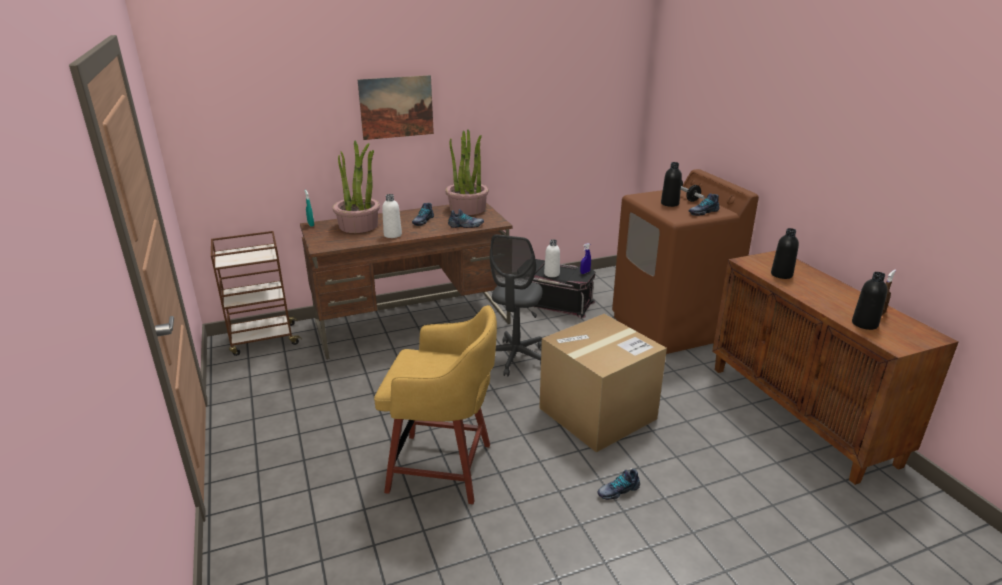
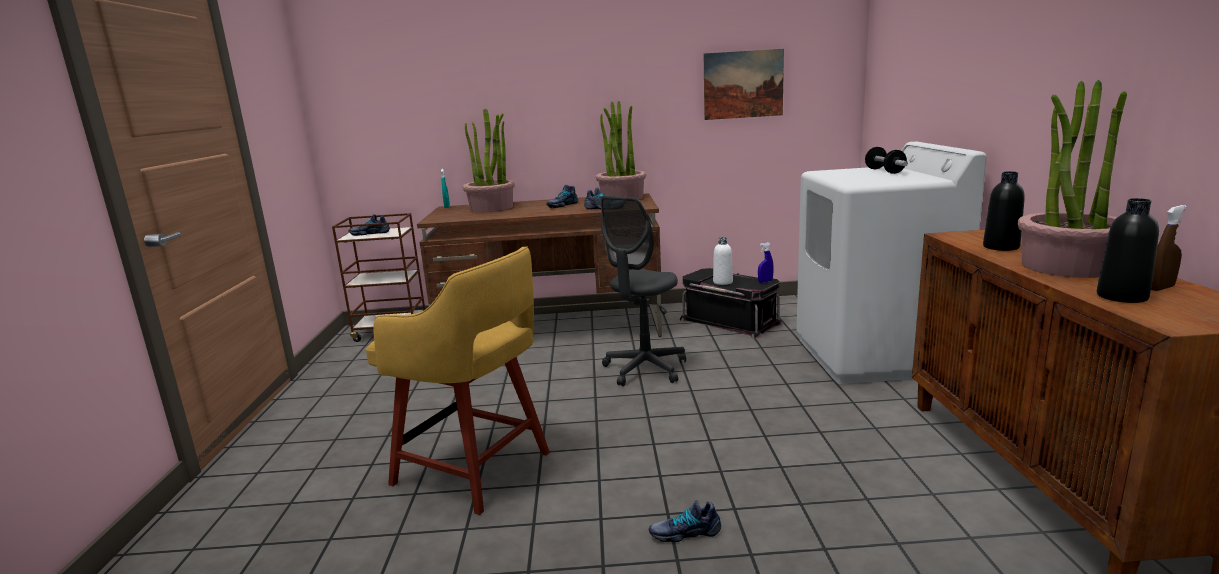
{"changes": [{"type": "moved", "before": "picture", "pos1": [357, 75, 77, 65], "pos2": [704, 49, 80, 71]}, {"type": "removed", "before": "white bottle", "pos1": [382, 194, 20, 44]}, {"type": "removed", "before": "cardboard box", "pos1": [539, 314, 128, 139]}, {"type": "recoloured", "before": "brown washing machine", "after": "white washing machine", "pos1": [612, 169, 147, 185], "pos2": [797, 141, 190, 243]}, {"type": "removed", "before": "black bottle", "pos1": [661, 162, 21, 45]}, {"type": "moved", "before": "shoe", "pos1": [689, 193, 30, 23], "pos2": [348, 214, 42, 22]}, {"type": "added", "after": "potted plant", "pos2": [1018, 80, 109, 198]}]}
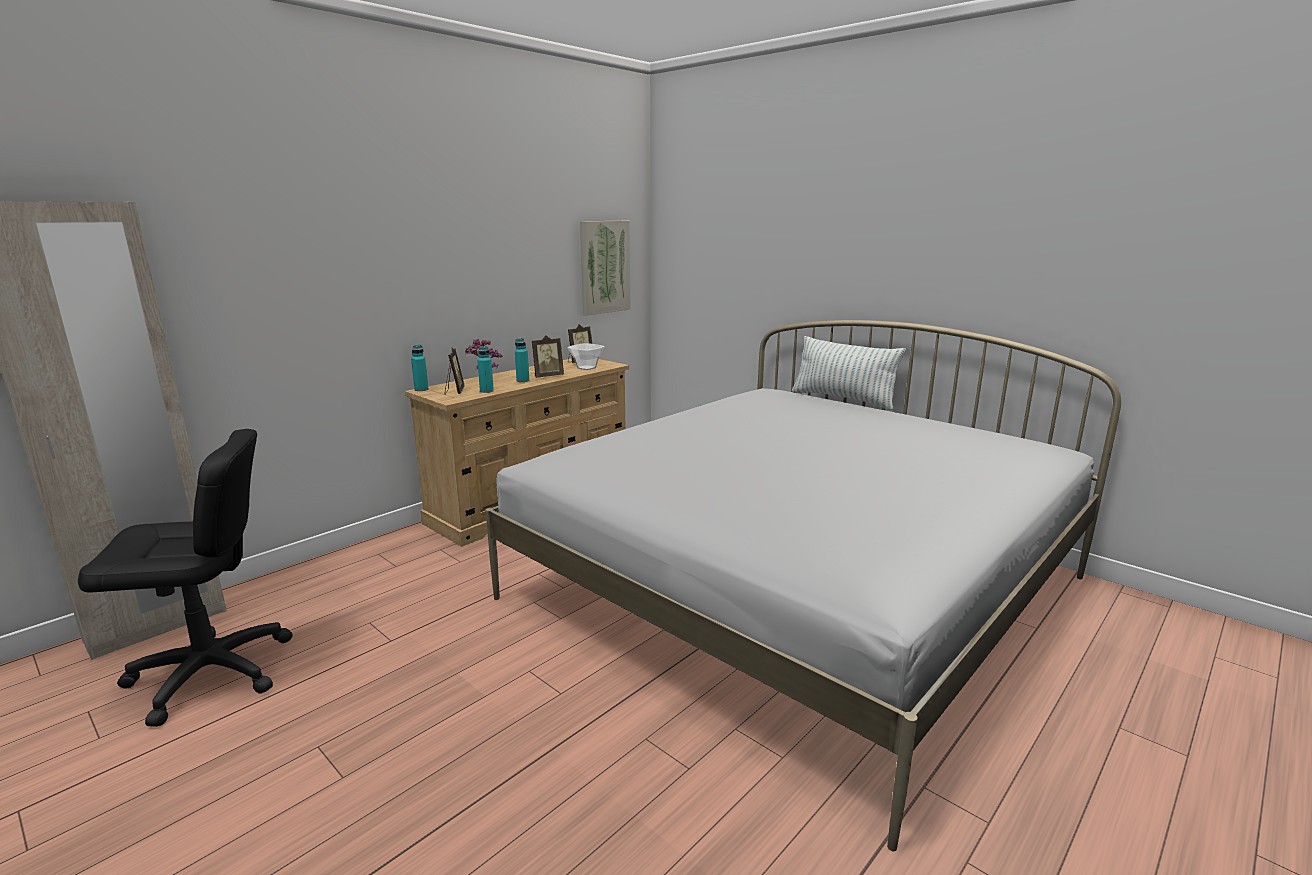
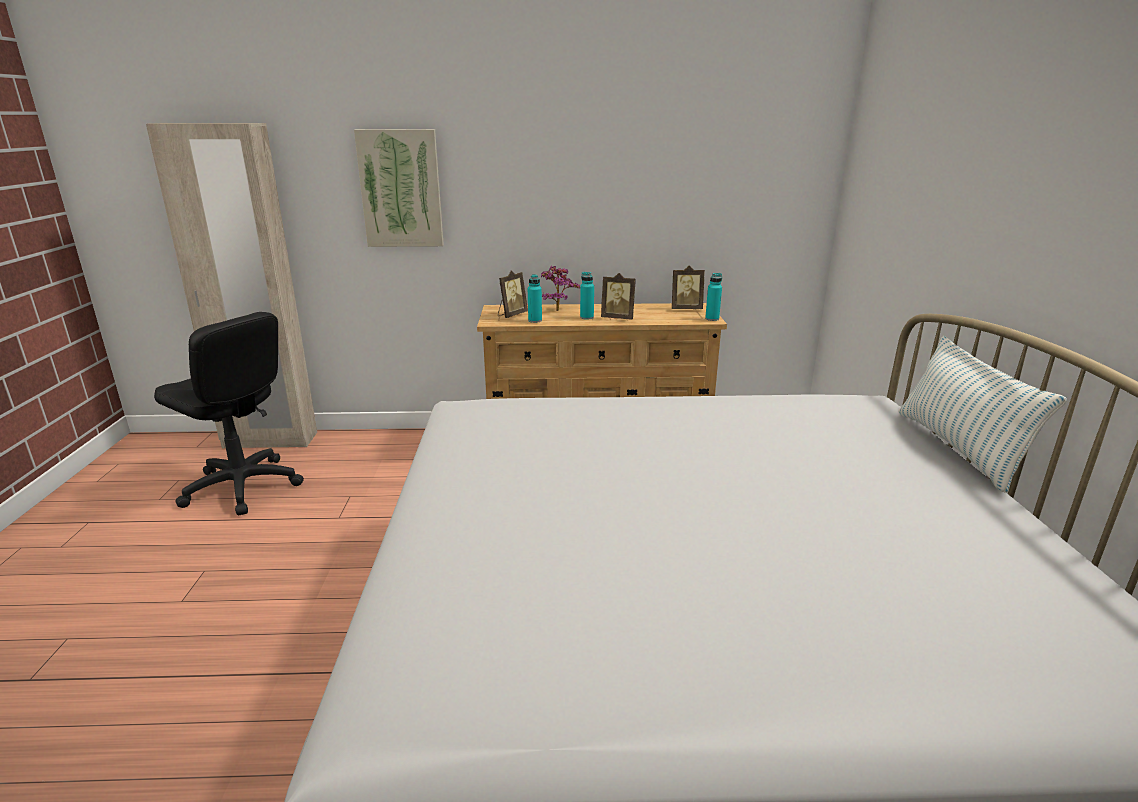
{"changes": [{"type": "moved", "before": "turquoise bottle", "pos1": [411, 344, 17, 47], "pos2": [705, 273, 17, 48]}, {"type": "removed", "before": "bowl", "pos1": [567, 343, 38, 27]}, {"type": "moved", "before": "picture", "pos1": [580, 221, 50, 95], "pos2": [354, 129, 90, 118]}]}
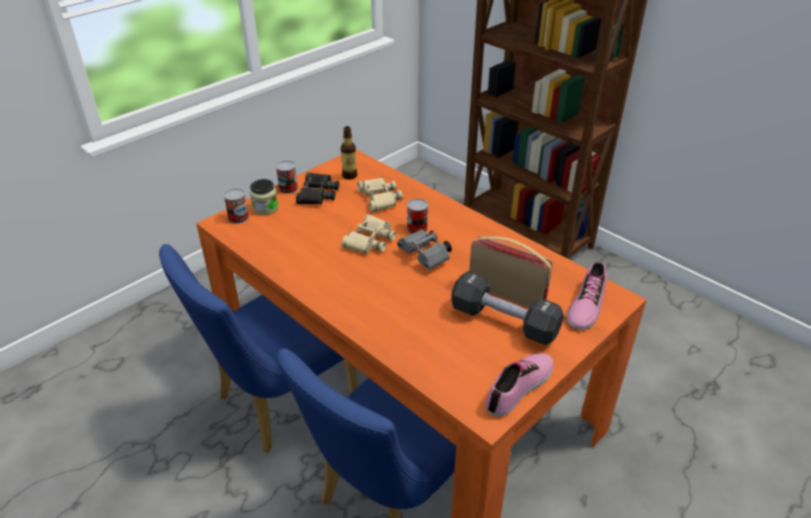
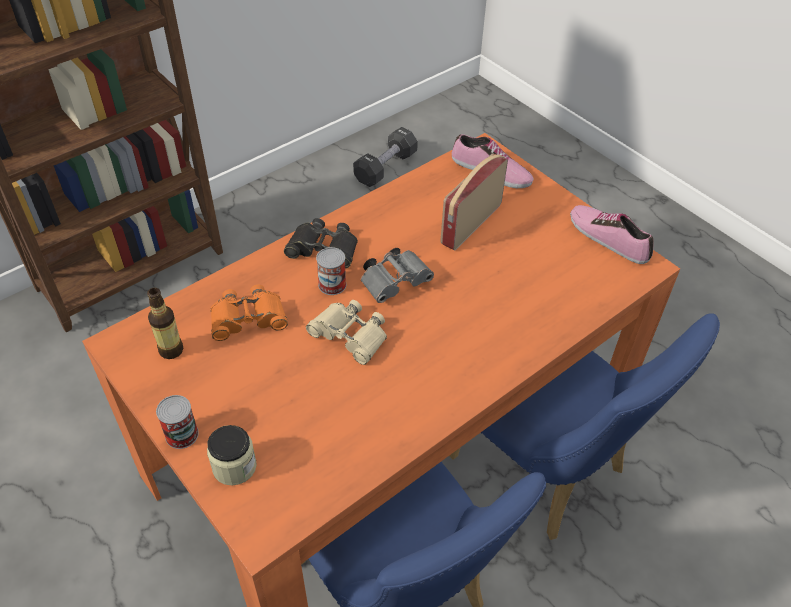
{"changes": [{"type": "removed", "before": "can", "pos1": [224, 189, 25, 35]}, {"type": "moved", "before": "black binoculars", "pos1": [296, 173, 43, 31], "pos2": [284, 218, 74, 50]}, {"type": "recoloured", "before": "beige binoculars", "after": "orange binoculars", "pos1": [357, 177, 46, 35], "pos2": [211, 285, 77, 56]}, {"type": "moved", "before": "black dumbbell", "pos1": [451, 271, 113, 74], "pos2": [353, 127, 65, 60]}]}
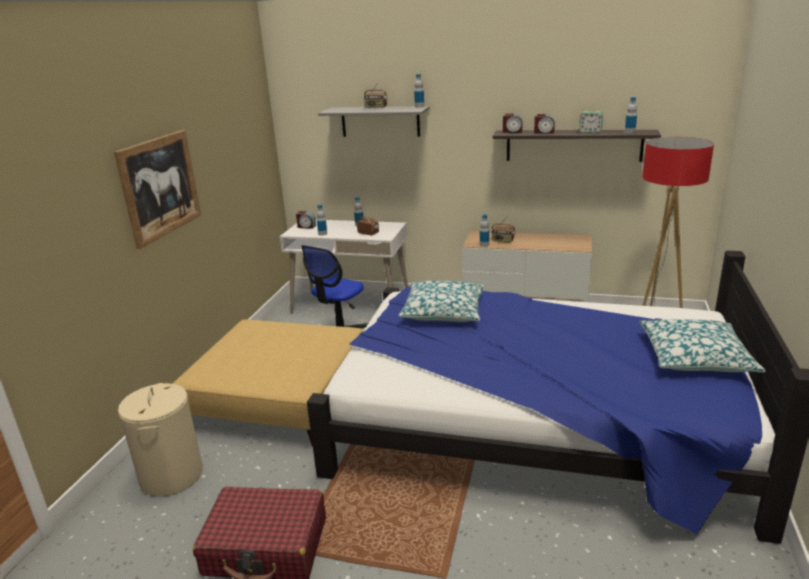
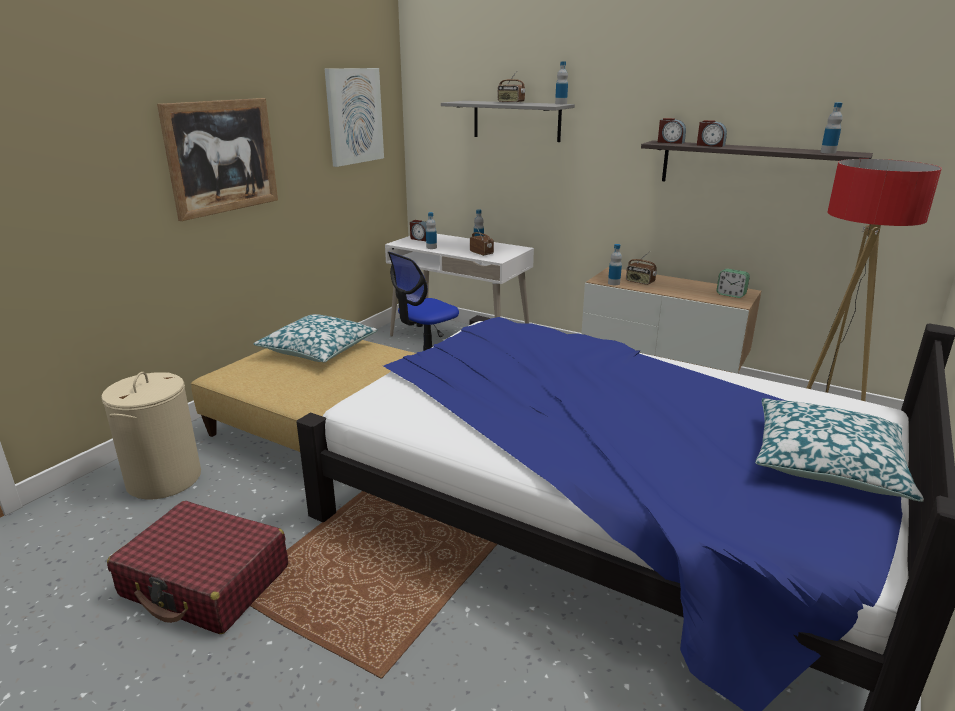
{"changes": [{"type": "moved", "before": "pillow", "pos1": [398, 281, 86, 41], "pos2": [253, 314, 125, 48]}, {"type": "moved", "before": "alarm clock", "pos1": [579, 111, 24, 22], "pos2": [716, 269, 34, 29]}, {"type": "added", "after": "picture", "pos2": [325, 68, 59, 99]}]}
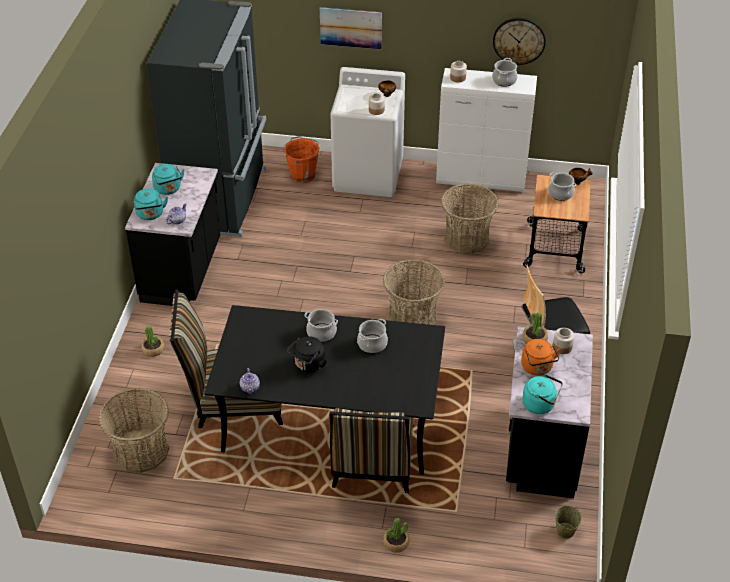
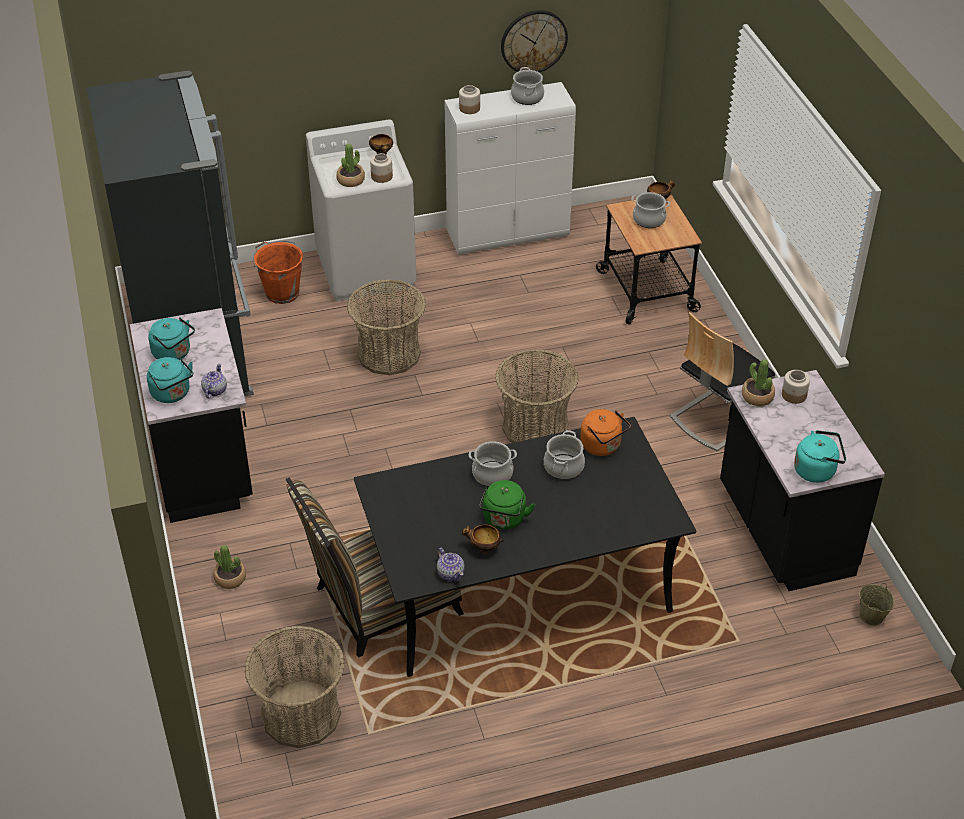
{"changes": [{"type": "recoloured", "before": "black kettle", "after": "green kettle", "pos1": [287, 336, 40, 36], "pos2": [479, 480, 56, 49]}, {"type": "removed", "before": "picture", "pos1": [320, 7, 62, 42]}, {"type": "removed", "before": "chair", "pos1": [329, 408, 85, 85]}, {"type": "moved", "before": "potted plant", "pos1": [383, 518, 27, 35], "pos2": [337, 143, 28, 44]}, {"type": "moved", "before": "basket", "pos1": [441, 184, 58, 70], "pos2": [347, 279, 79, 96]}, {"type": "moved", "before": "orange kettle", "pos1": [521, 339, 39, 37], "pos2": [580, 409, 51, 47]}, {"type": "added", "after": "bowl", "pos2": [461, 524, 43, 30]}]}
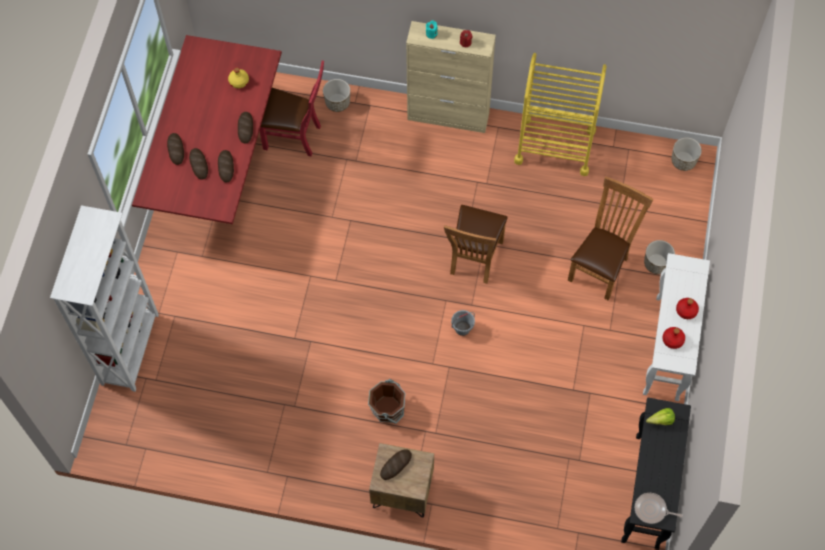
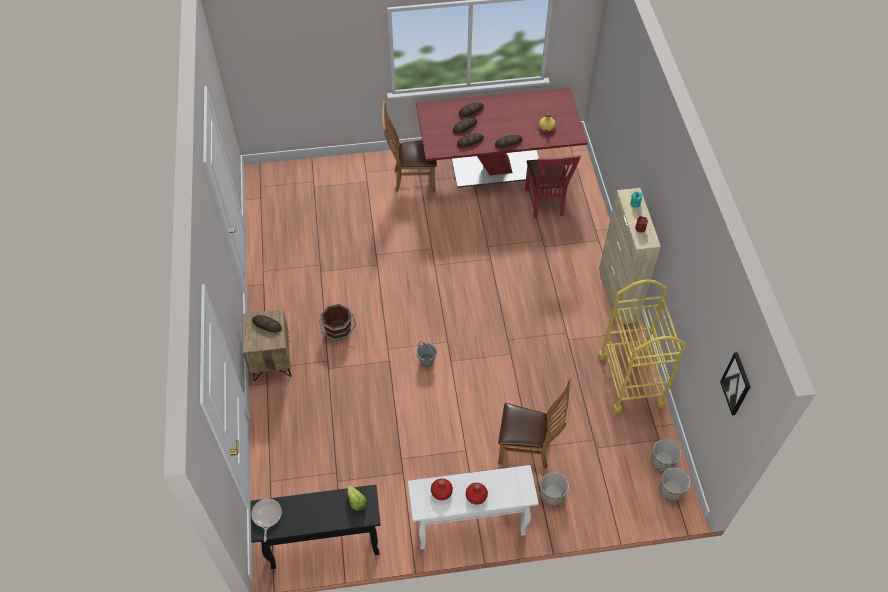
{"changes": [{"type": "removed", "before": "white bookcase", "pos1": [50, 205, 109, 187]}, {"type": "moved", "before": "planter", "pos1": [323, 79, 27, 33], "pos2": [651, 439, 30, 33]}, {"type": "moved", "before": "brown chair", "pos1": [444, 205, 64, 79], "pos2": [382, 101, 55, 91]}, {"type": "added", "after": "picture", "pos2": [720, 352, 31, 63]}]}
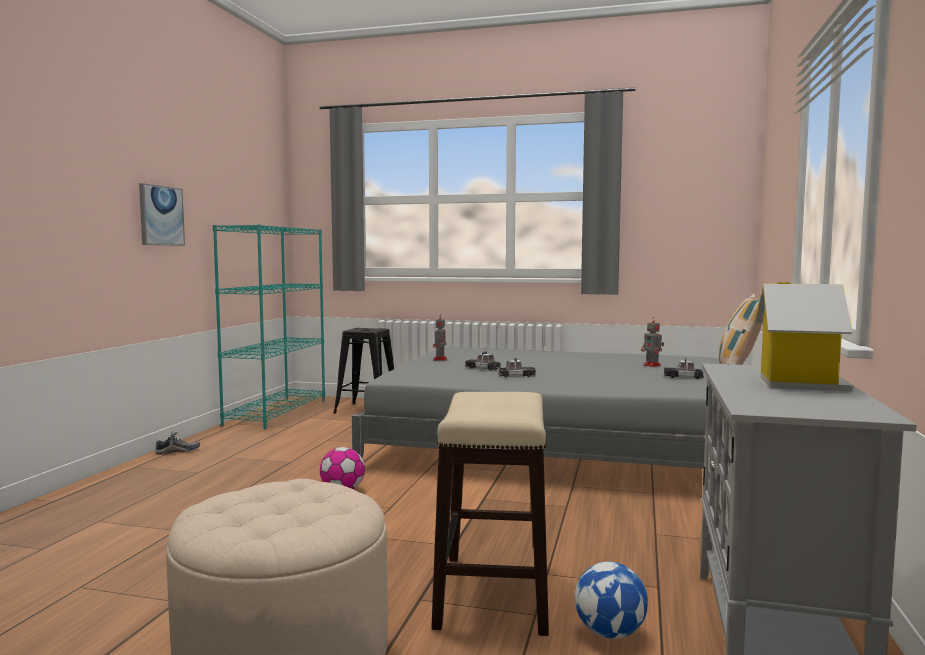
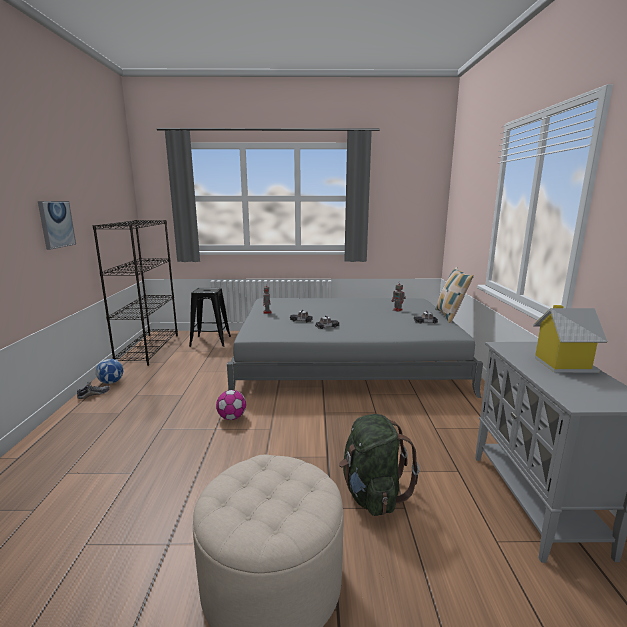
{"changes": [{"type": "recoloured", "before": "turquoise bookcase", "after": "black bookcase", "pos1": [213, 224, 112, 205], "pos2": [93, 220, 85, 146]}, {"type": "replaced", "before": "stool", "after": "green backpack", "pos1": [431, 392, 118, 244], "pos2": [339, 414, 81, 102]}, {"type": "moved", "before": "football", "pos1": [575, 561, 73, 78], "pos2": [96, 359, 27, 25]}]}
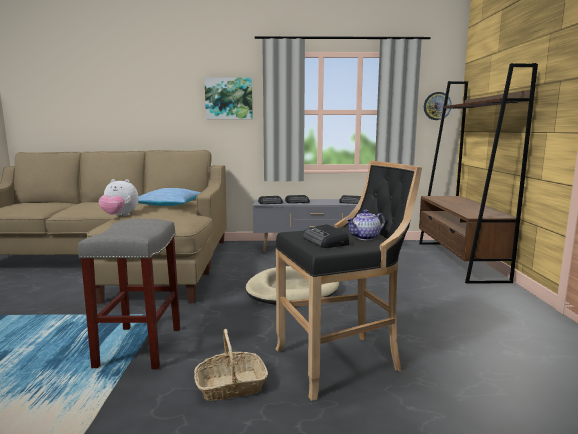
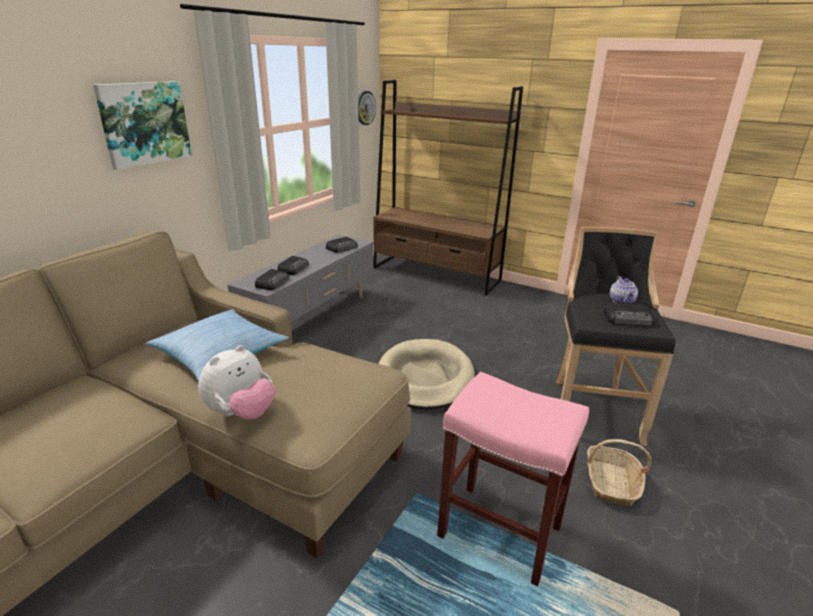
{"changes": [{"type": "recoloured", "before": "grey stool", "after": "pink stool", "pos1": [78, 219, 102, 150], "pos2": [437, 372, 152, 214]}]}
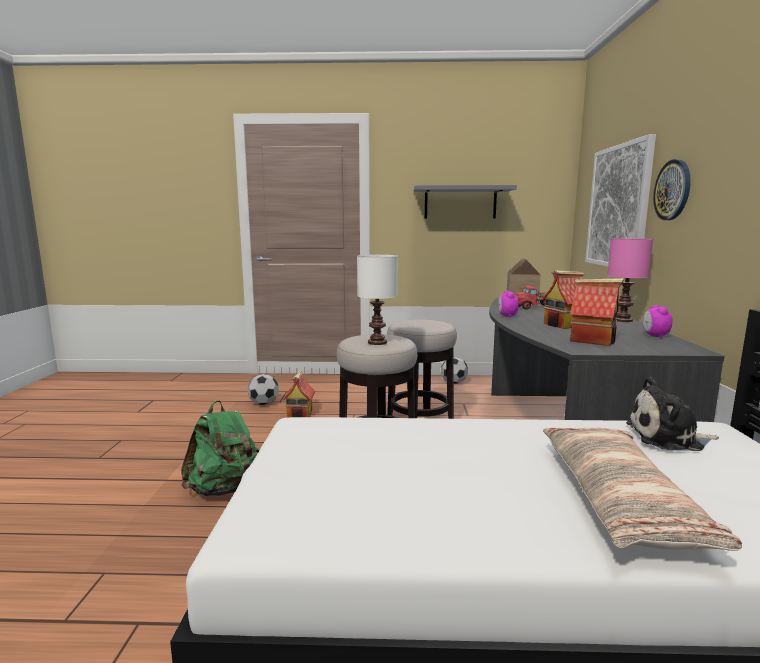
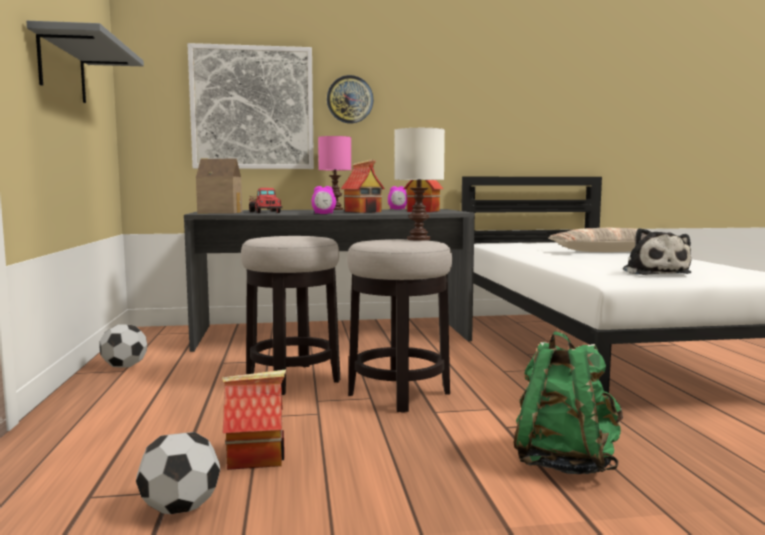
{"changes": [{"type": "moved", "before": "plush toy", "pos1": [626, 377, 93, 74], "pos2": [623, 228, 68, 47]}]}
